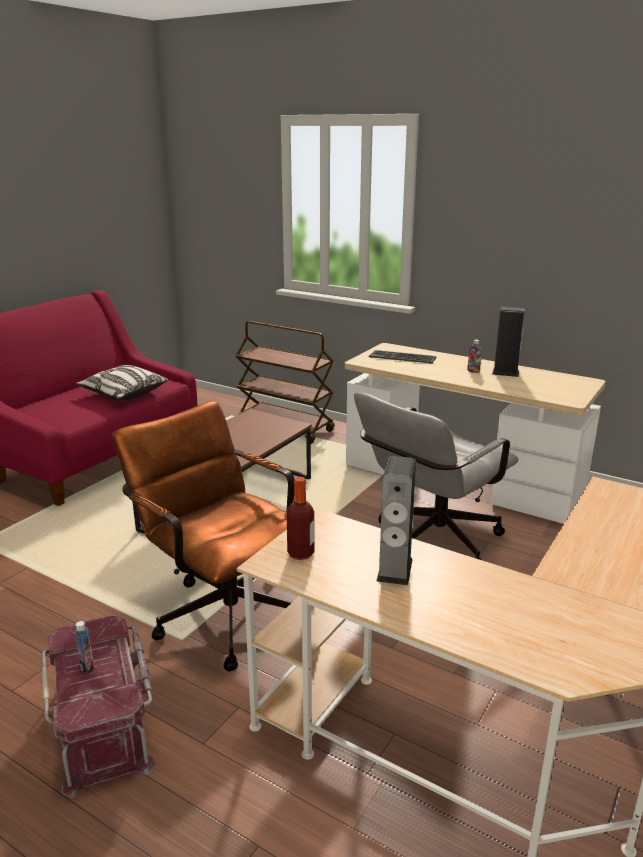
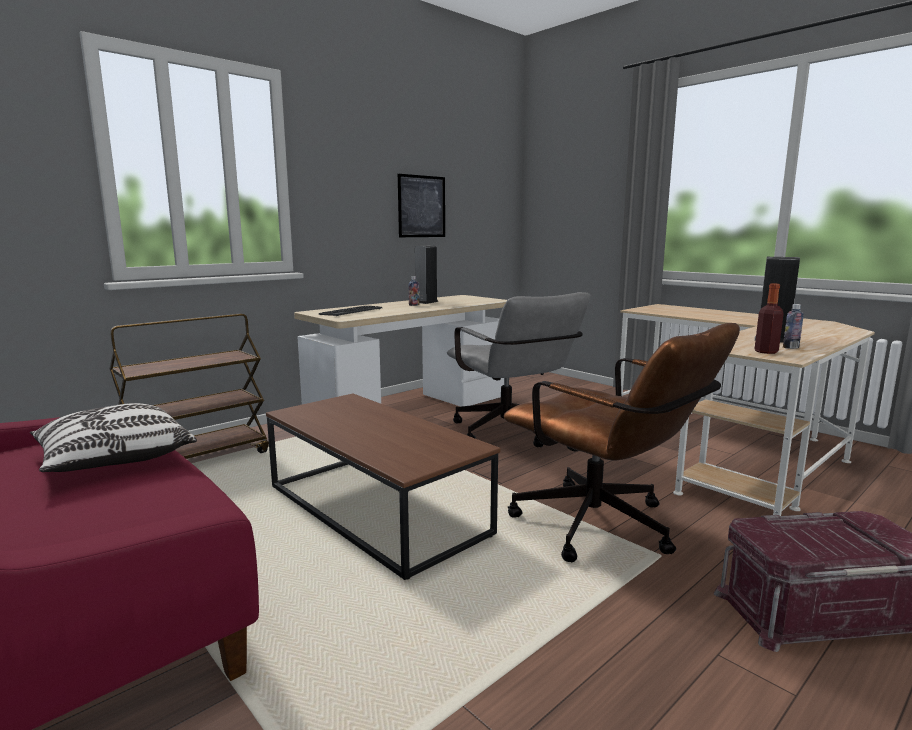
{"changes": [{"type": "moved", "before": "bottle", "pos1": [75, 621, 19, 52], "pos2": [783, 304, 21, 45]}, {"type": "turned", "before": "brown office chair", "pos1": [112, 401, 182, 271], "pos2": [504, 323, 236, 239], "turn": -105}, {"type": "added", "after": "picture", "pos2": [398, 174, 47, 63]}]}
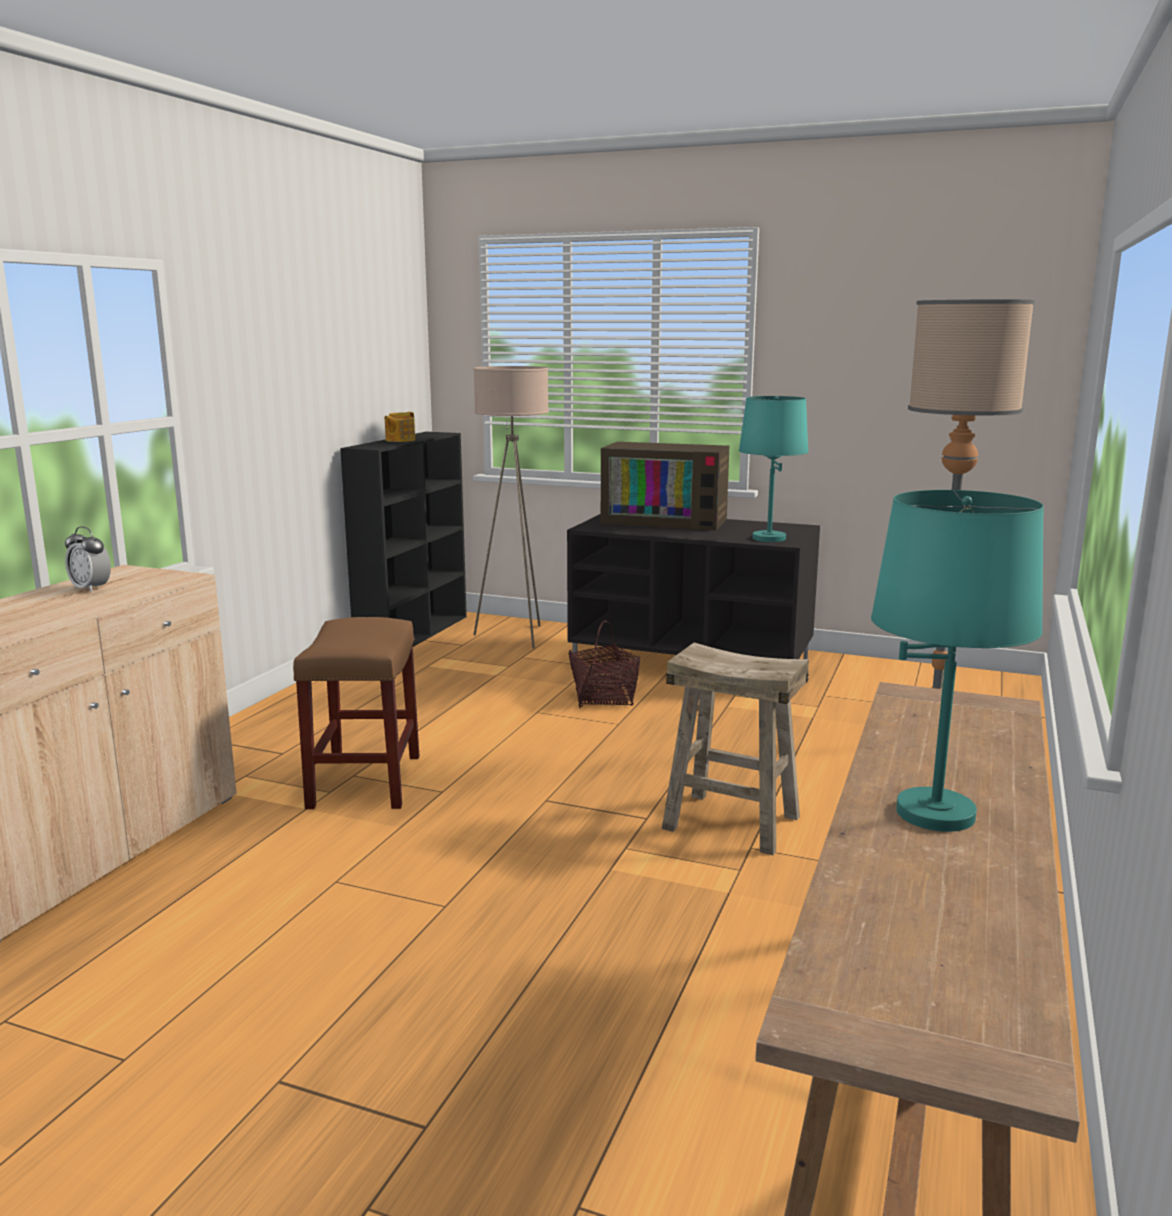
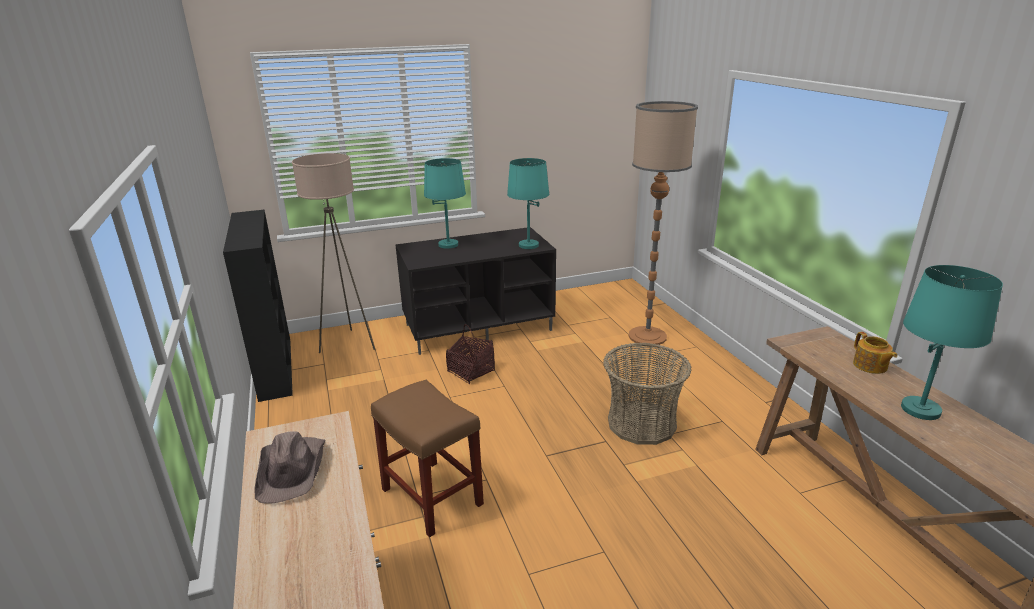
{"changes": [{"type": "replaced", "before": "alarm clock", "after": "brown hat", "pos1": [65, 526, 46, 67], "pos2": [254, 431, 72, 73]}, {"type": "moved", "before": "teapot", "pos1": [384, 412, 31, 30], "pos2": [853, 332, 44, 42]}, {"type": "replaced", "before": "television", "after": "turquoise table lamp", "pos1": [601, 442, 128, 88], "pos2": [424, 158, 42, 91]}, {"type": "replaced", "before": "beige stool", "after": "basket", "pos1": [662, 643, 147, 212], "pos2": [603, 342, 88, 103]}]}
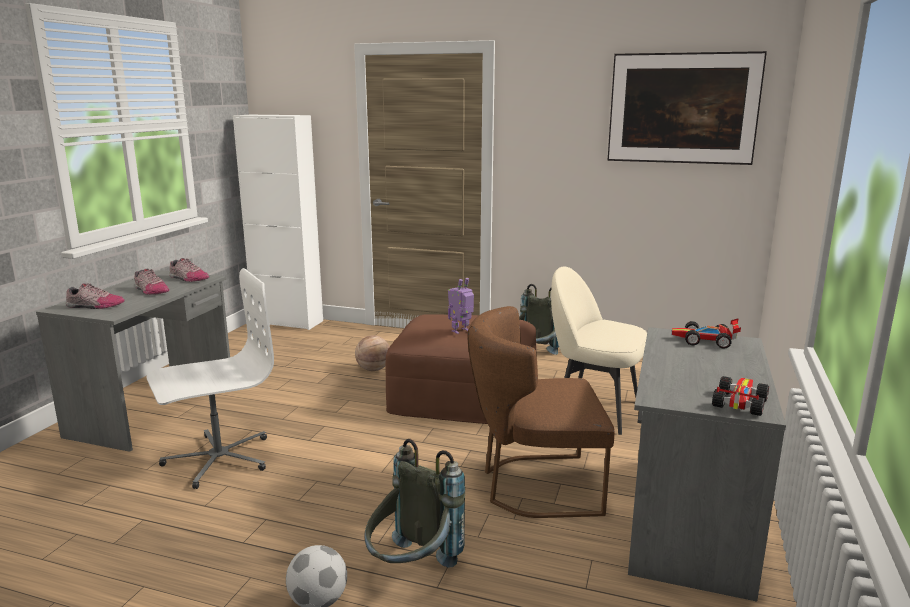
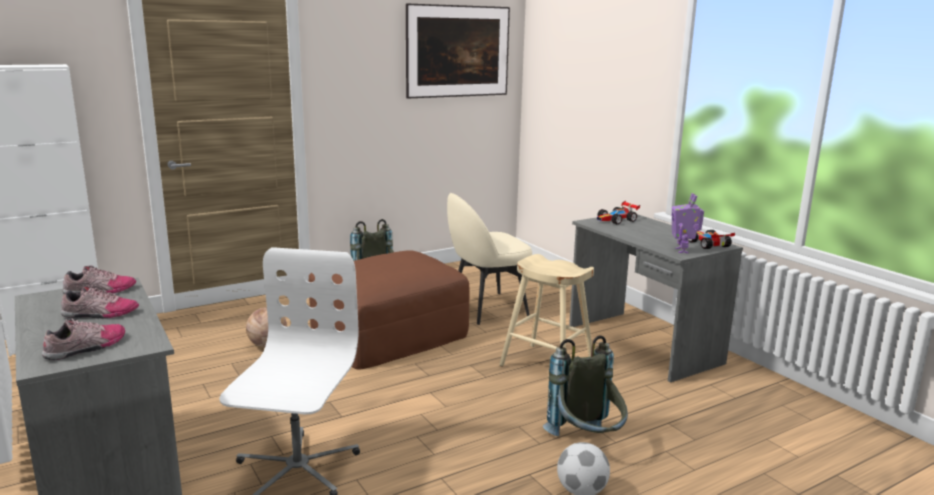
{"changes": [{"type": "moved", "before": "toy robot", "pos1": [448, 278, 26, 56], "pos2": [672, 193, 32, 60]}, {"type": "replaced", "before": "brown chair", "after": "beige stool", "pos1": [467, 306, 148, 212], "pos2": [499, 254, 95, 112]}]}
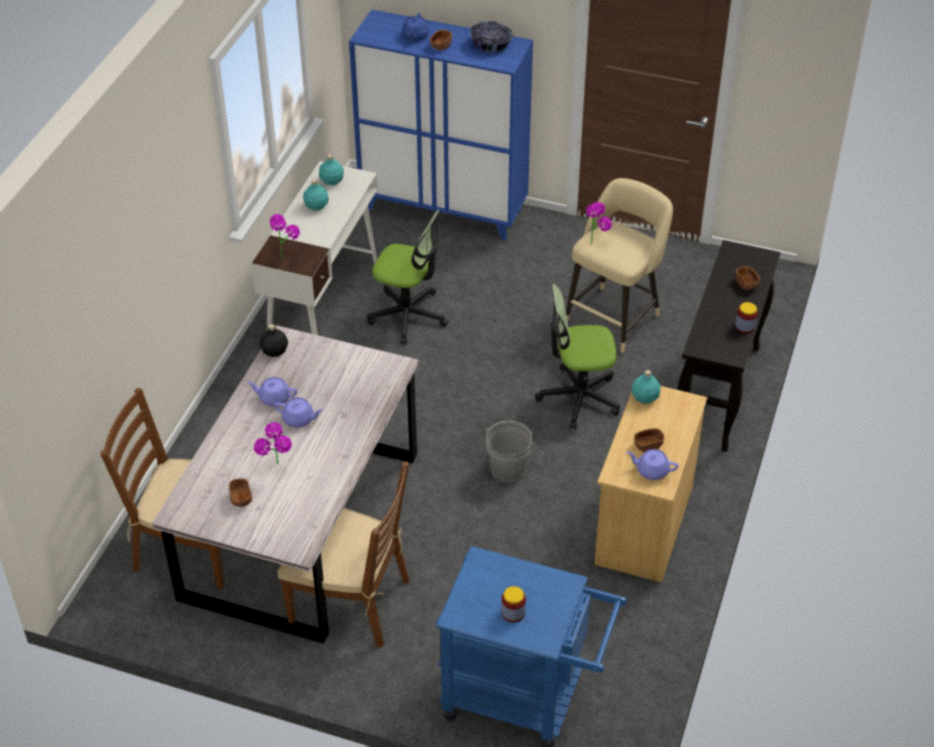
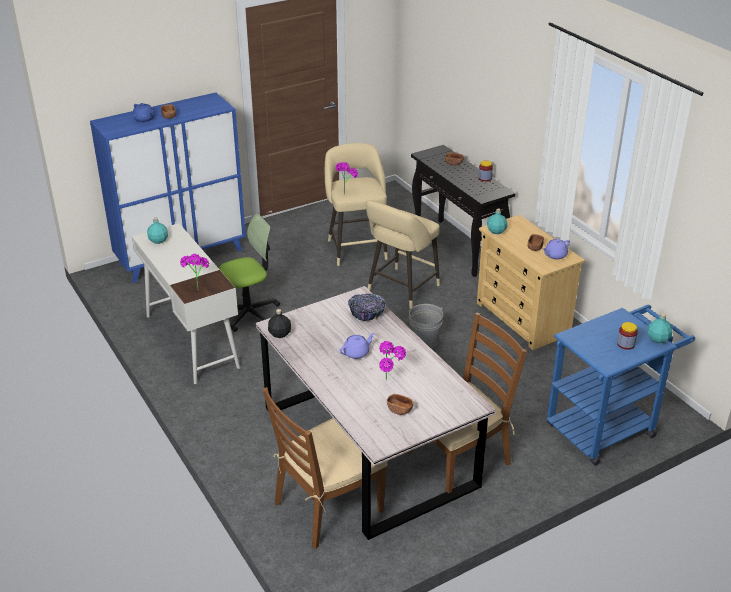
{"changes": [{"type": "removed", "before": "purple teapot", "pos1": [247, 377, 50, 30]}, {"type": "moved", "before": "turquoise bottle", "pos1": [303, 179, 26, 31], "pos2": [648, 313, 24, 30]}, {"type": "moved", "before": "bowl", "pos1": [470, 21, 44, 31], "pos2": [348, 294, 38, 27]}, {"type": "replaced", "before": "office chair", "after": "beige stool", "pos1": [535, 284, 85, 145], "pos2": [366, 200, 74, 109]}]}
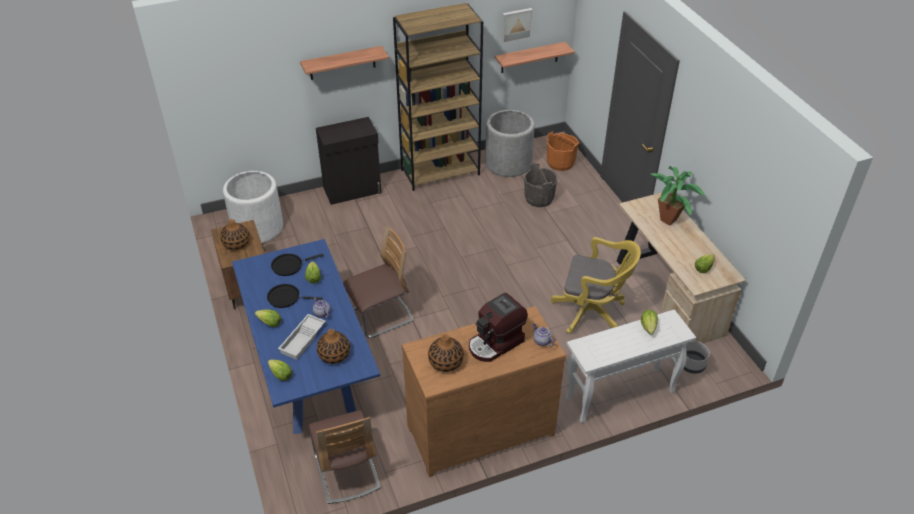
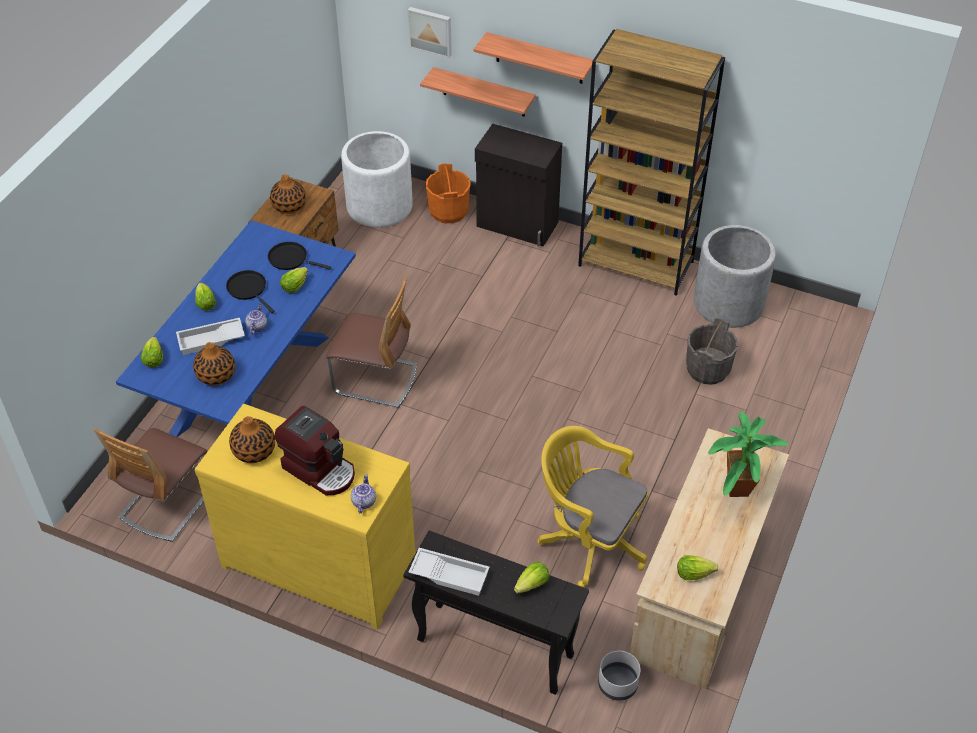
{"changes": [{"type": "recoloured", "before": "brown dresser", "after": "yellow dresser", "pos1": [402, 306, 164, 171], "pos2": [195, 404, 220, 225]}, {"type": "turned", "before": "coffee machine", "pos1": [469, 293, 59, 69], "pos2": [275, 406, 80, 89], "turn": -150}, {"type": "moved", "before": "shelf", "pos1": [495, 42, 80, 31], "pos2": [420, 67, 116, 50]}, {"type": "moved", "before": "picture", "pos1": [501, 8, 32, 35], "pos2": [407, 7, 45, 51]}, {"type": "moved", "before": "orange bucket", "pos1": [547, 131, 33, 40], "pos2": [426, 164, 45, 59]}, {"type": "turned", "before": "yellow office chair", "pos1": [551, 237, 90, 97], "pos2": [538, 426, 110, 162], "turn": 150}, {"type": "recoloured", "before": "white console table", "after": "black console table", "pos1": [566, 309, 130, 114], "pos2": [403, 530, 186, 165]}, {"type": "added", "after": "white tray", "pos2": [408, 548, 82, 48]}]}
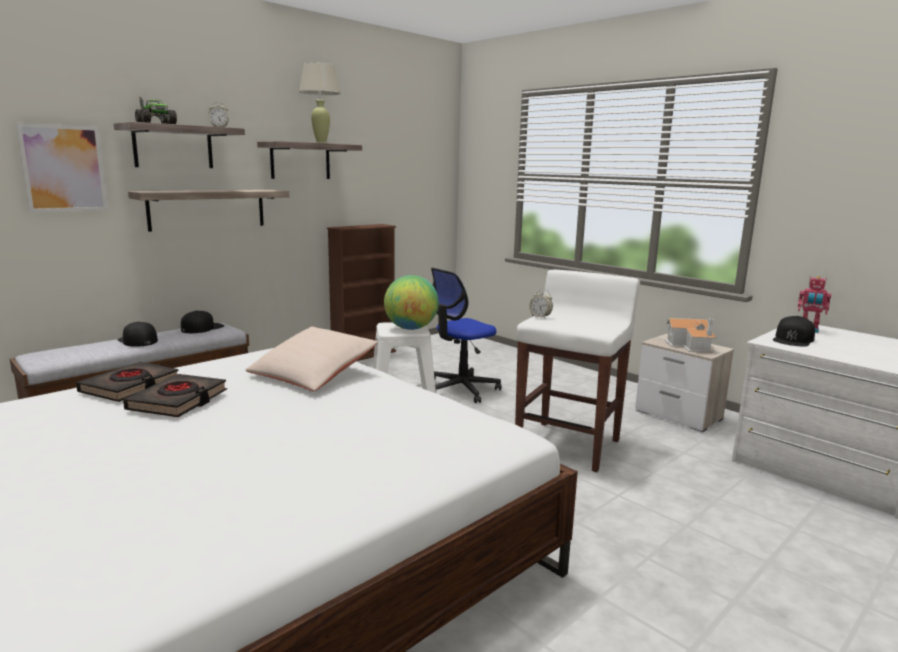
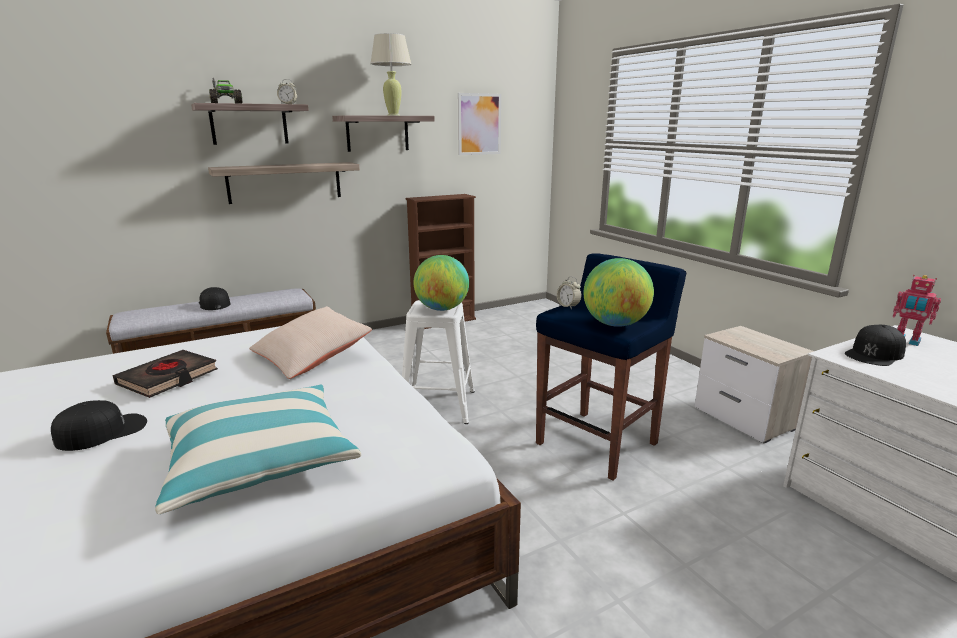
{"changes": [{"type": "moved", "before": "picture", "pos1": [16, 123, 92, 90], "pos2": [458, 93, 43, 62]}, {"type": "removed", "before": "black book", "pos1": [76, 362, 103, 40]}, {"type": "moved", "before": "black cap", "pos1": [181, 311, 43, 22], "pos2": [51, 400, 96, 51]}, {"type": "removed", "before": "office chair", "pos1": [431, 268, 70, 135]}, {"type": "recoloured", "before": "white stool", "after": "blue stool", "pos1": [515, 270, 125, 202], "pos2": [536, 253, 150, 228]}, {"type": "removed", "before": "toy house", "pos1": [665, 318, 52, 35]}, {"type": "added", "after": "pillow", "pos2": [155, 384, 206, 130]}, {"type": "added", "after": "globe", "pos2": [583, 258, 71, 69]}]}
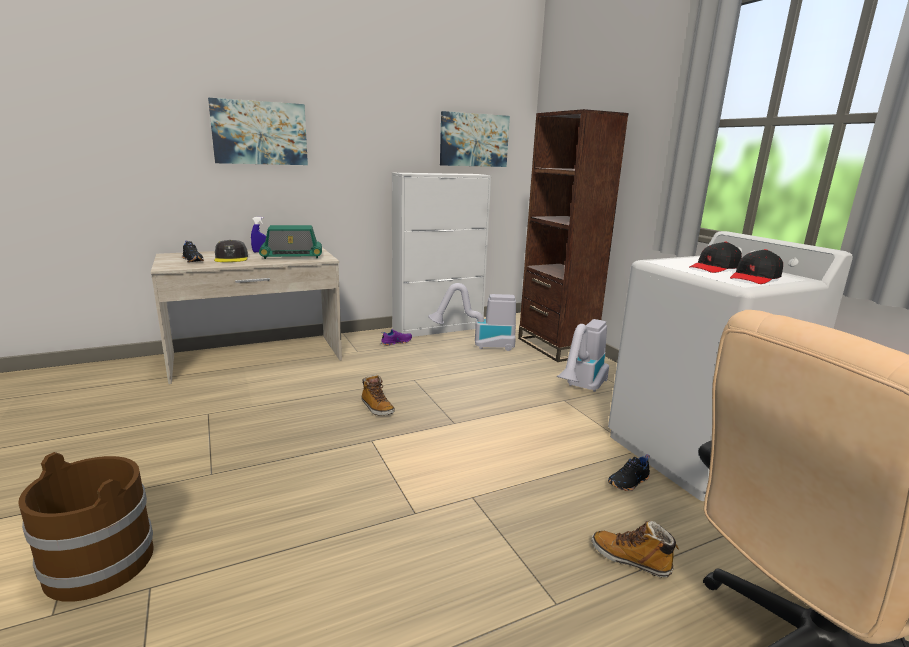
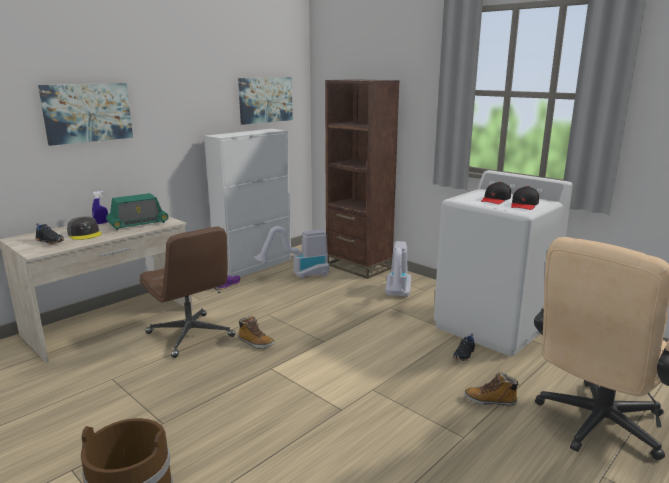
{"changes": [{"type": "added", "after": "brown office chair", "pos2": [139, 226, 96, 132]}]}
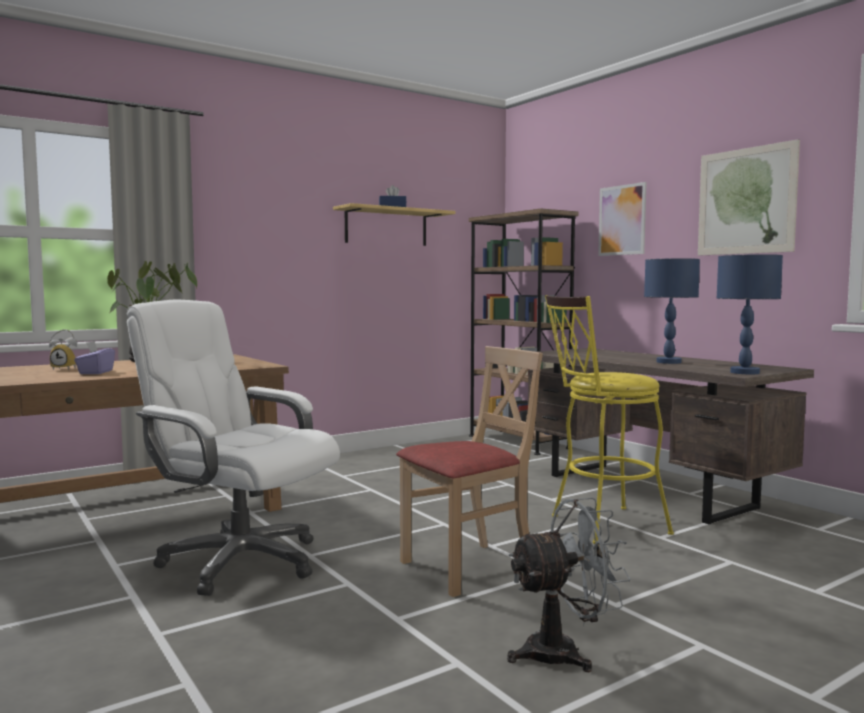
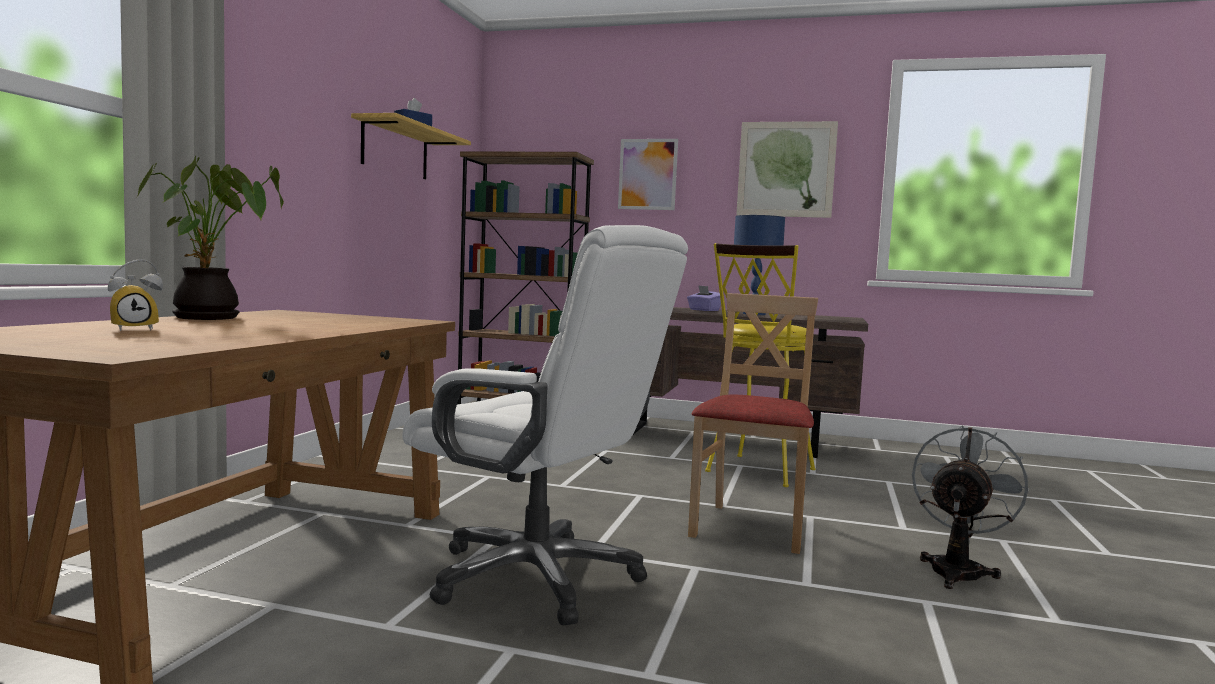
{"changes": [{"type": "moved", "before": "purple tissue box", "pos1": [74, 341, 41, 33], "pos2": [687, 285, 34, 26]}, {"type": "turned", "before": "white office chair", "pos1": [127, 299, 213, 297], "pos2": [403, 225, 285, 400], "turn": -135}, {"type": "removed", "before": "blue table lamp", "pos1": [717, 254, 66, 120]}]}
